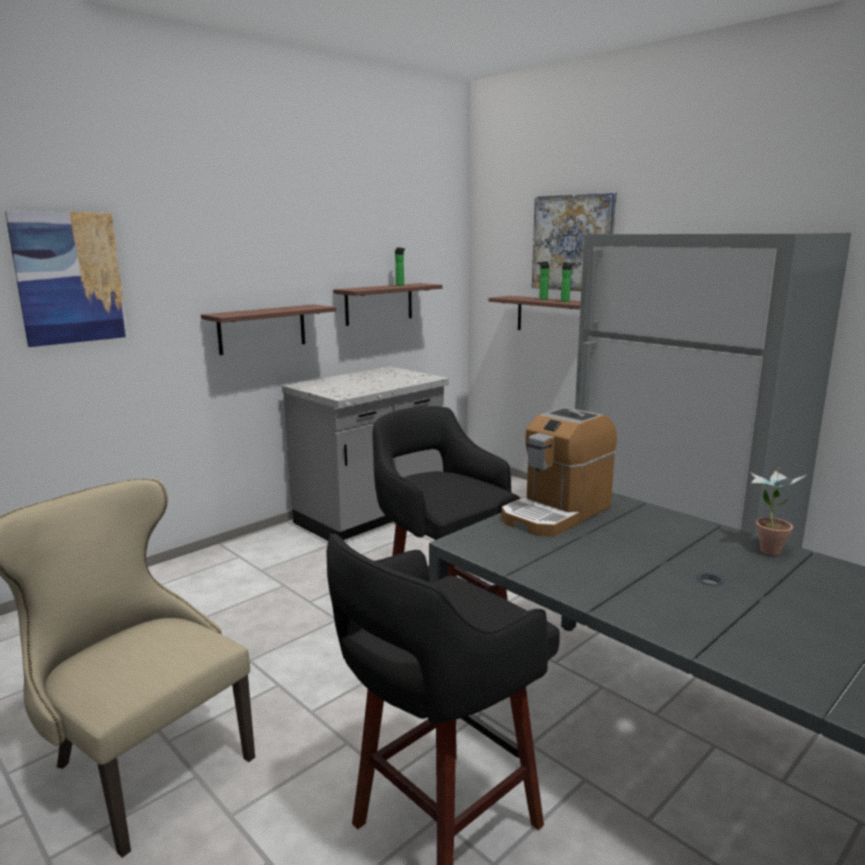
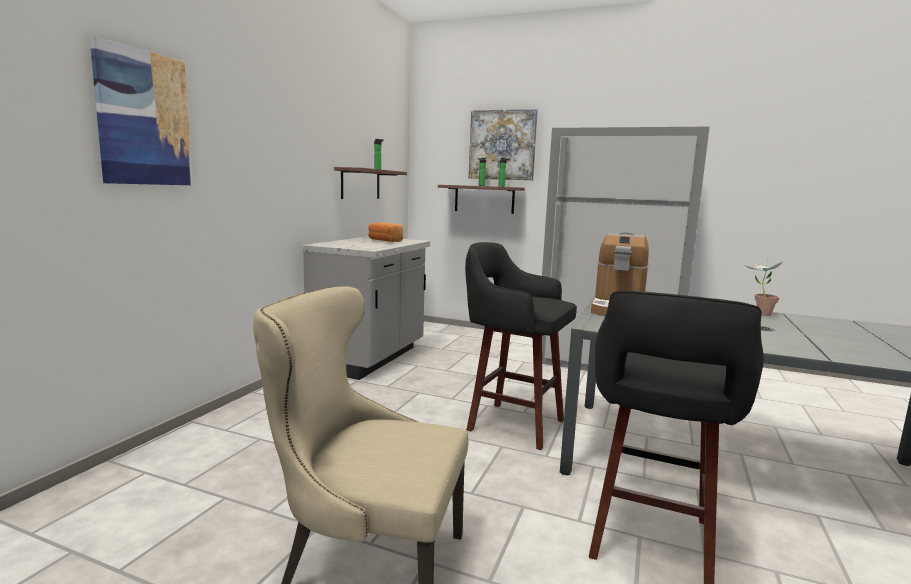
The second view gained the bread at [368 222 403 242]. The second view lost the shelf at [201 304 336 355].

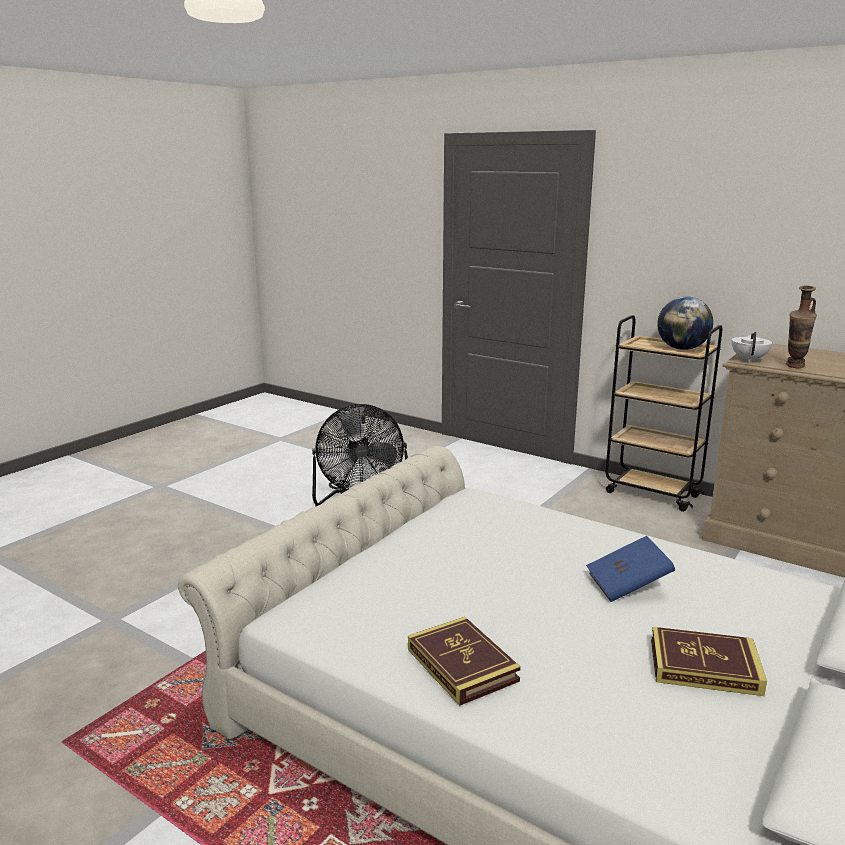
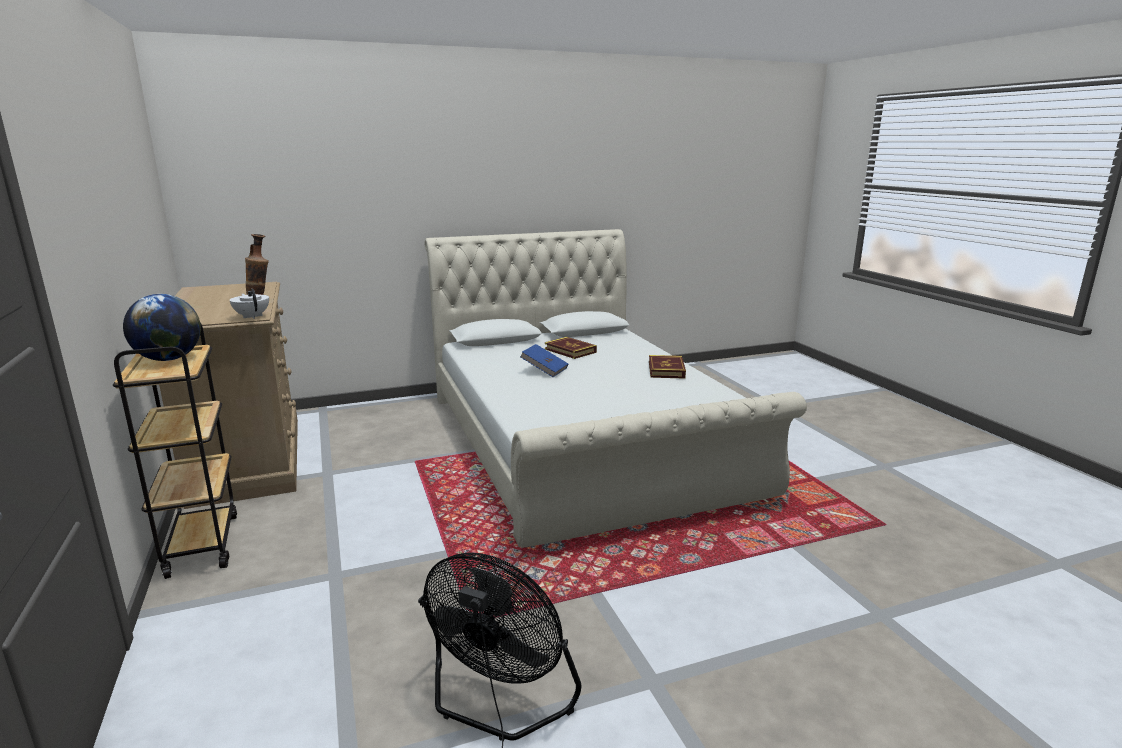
The white teapot at [732 332 772 362] ended up facing another way, 90 degrees clockwise from before.

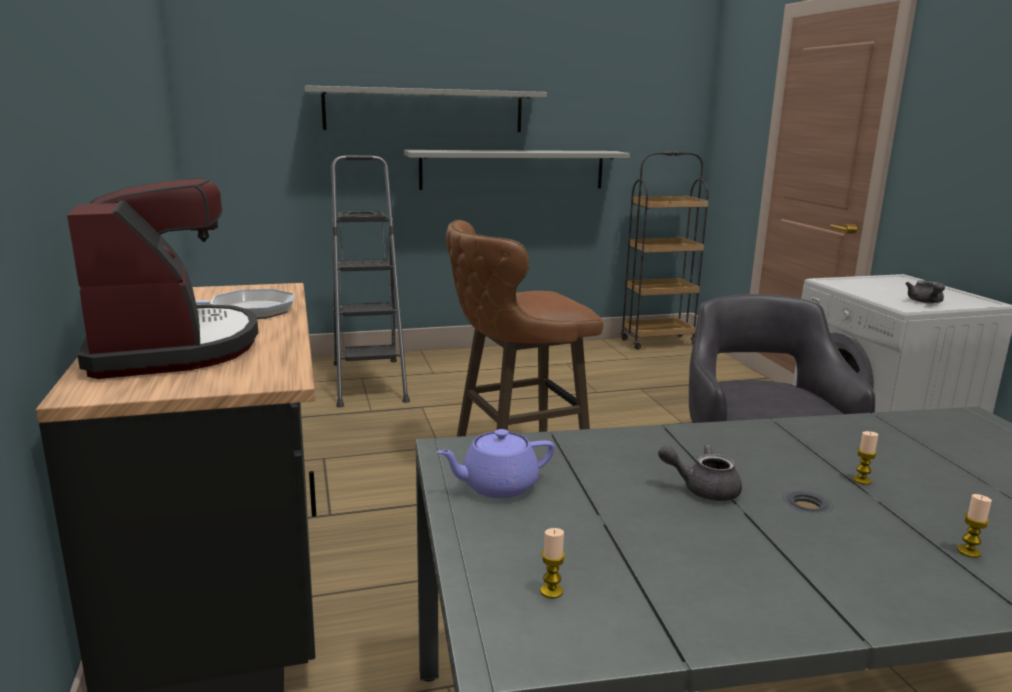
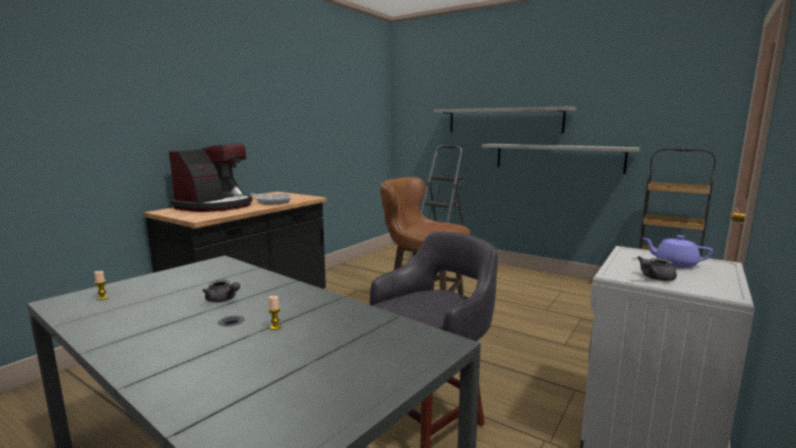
The grey teapot at [658 445 742 501] ended up facing another way, 150 degrees clockwise from before. The purple teapot ended up elsewhere, having gone from [437 429 555 498] to [643 235 713 268]. The second view lost the candle at [957 494 992 558].

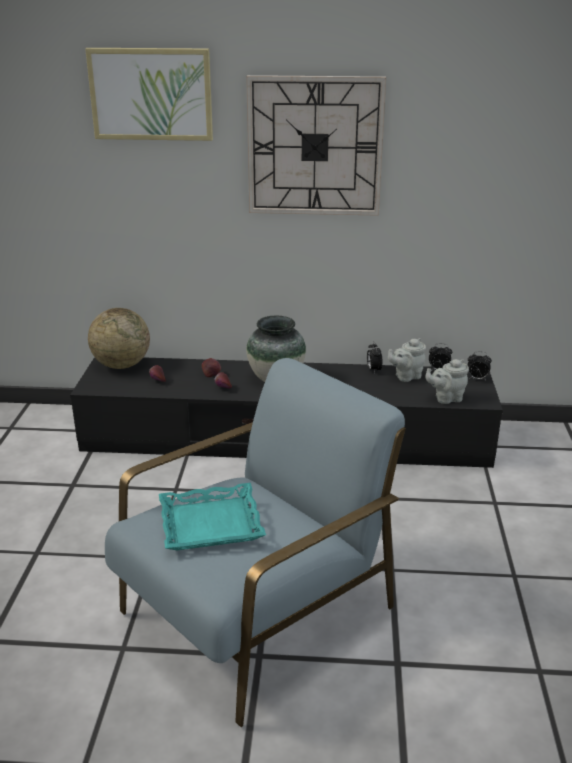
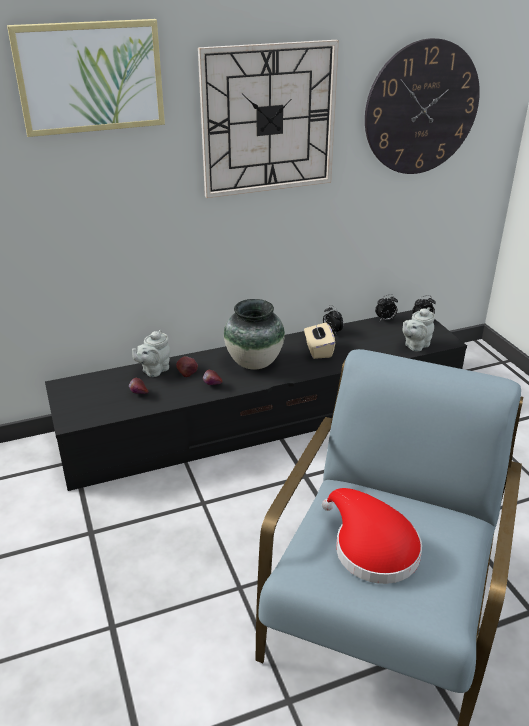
The grey teapot ended up elsewhere, having gone from [388 338 426 382] to [132 330 170 377]. The second view gained the beige tissue box at [304 322 335 359]. Where the turquoise tray stood at [159 483 266 550], the red hat came to stand at [322 488 422 584]. The second view gained the wall clock at [365 38 480 174]. The second view lost the globe at [88 308 150 369].

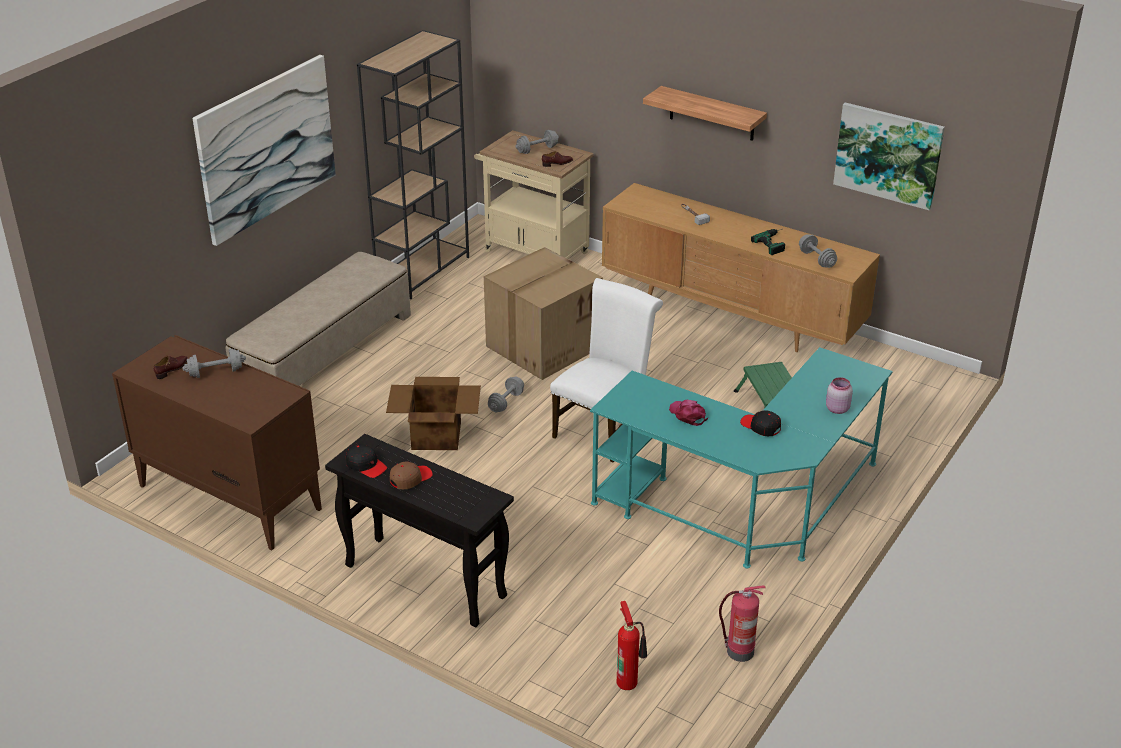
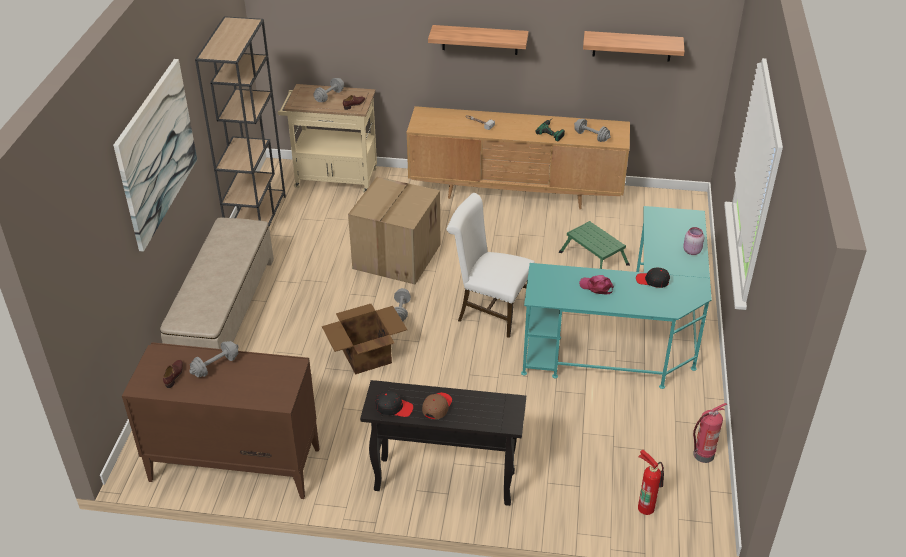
The white chair at [550 278 663 462] ended up facing another way, 75 degrees counterclockwise from before. Where the picture hung at [833 102 945 210], the shelf came to hang at [583 31 685 62].

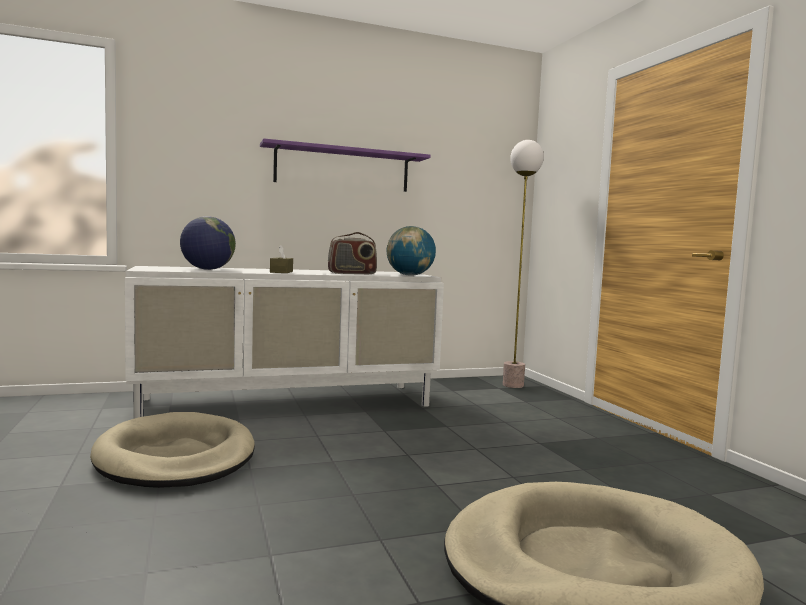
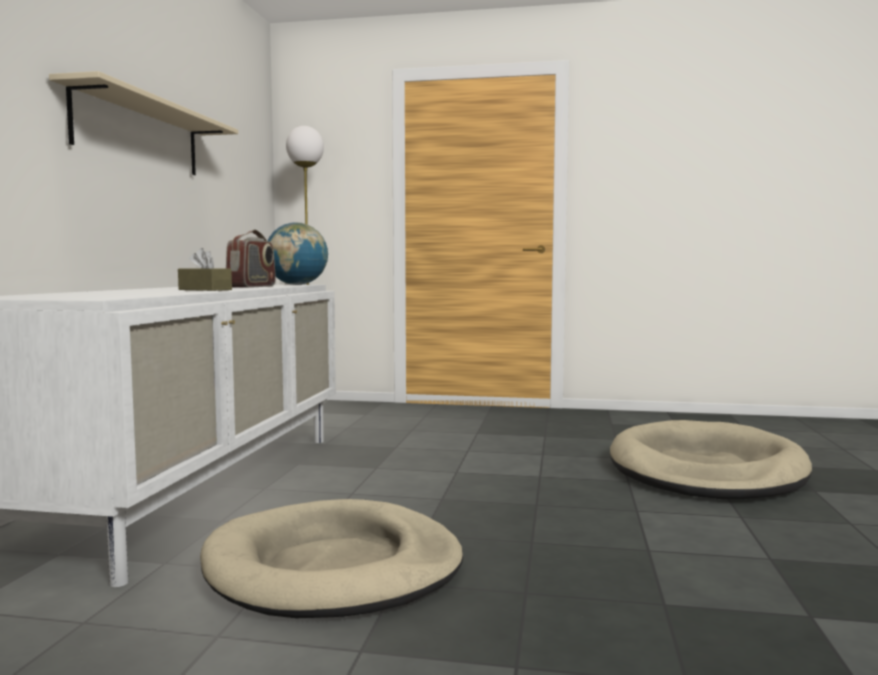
What was the purple shelf at [260 139 431 192] turned into the beige shelf at [49 71 238 175]. The second view lost the globe at [180 216 236 270].

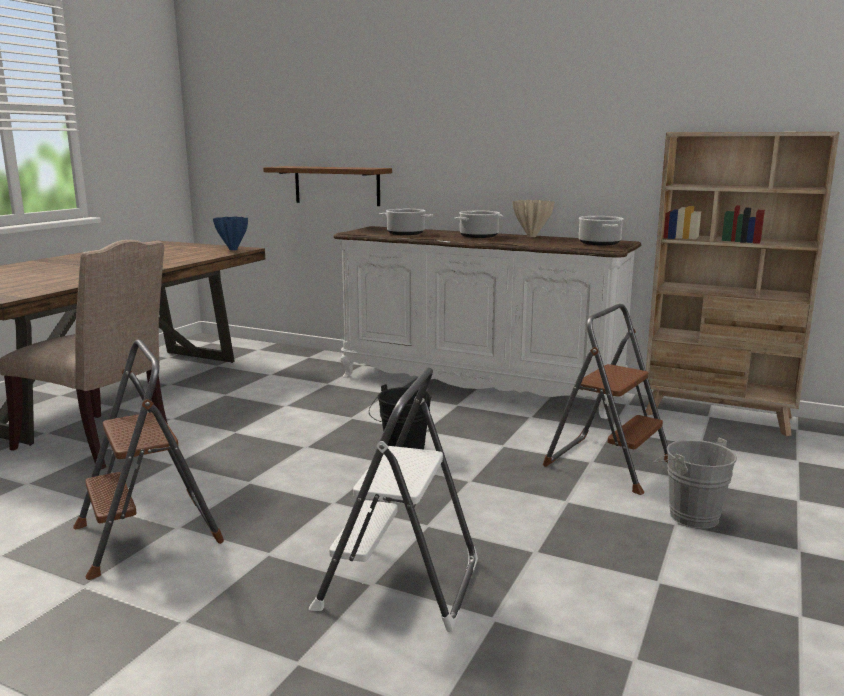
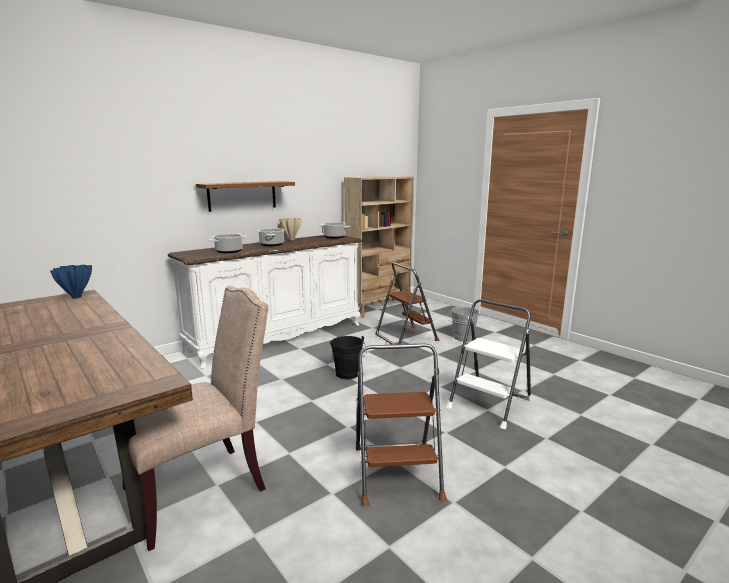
The brown shelf ended up elsewhere, having gone from [263 166 392 206] to [196 181 295 212].

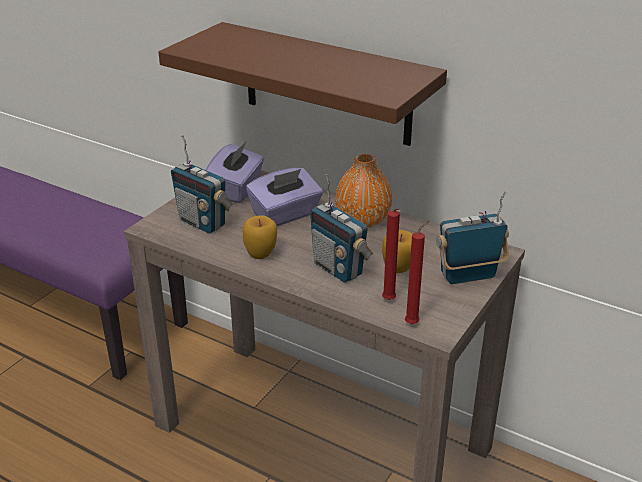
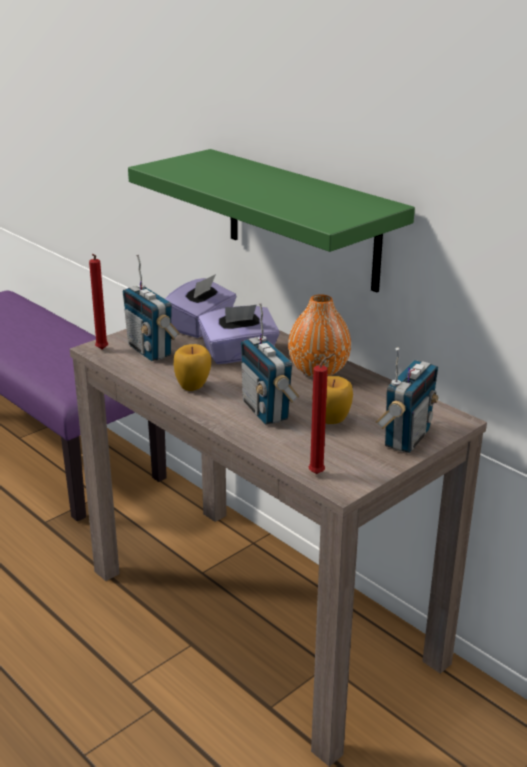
The red candle ended up elsewhere, having gone from [382 208 400 300] to [89 254 108 349]. What was the brown shelf at [158 22 447 146] turned into the green shelf at [128 149 415 293]. The radio at [436 191 509 284] ended up facing another way, 120 degrees clockwise from before.

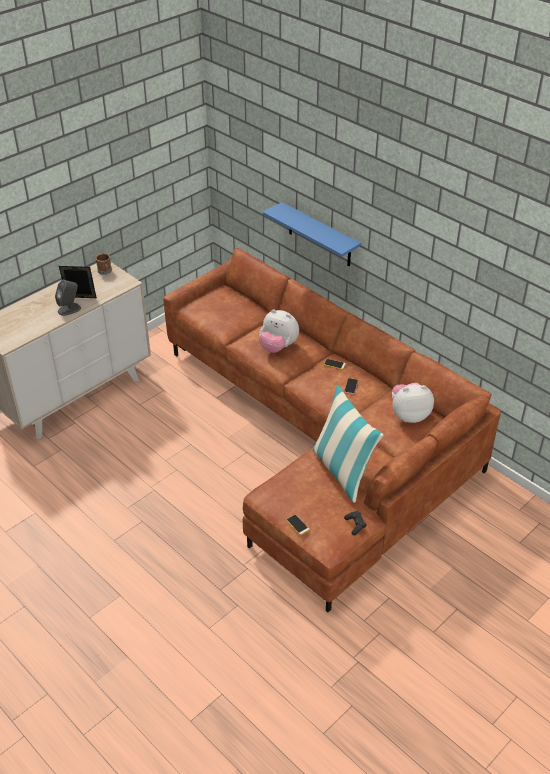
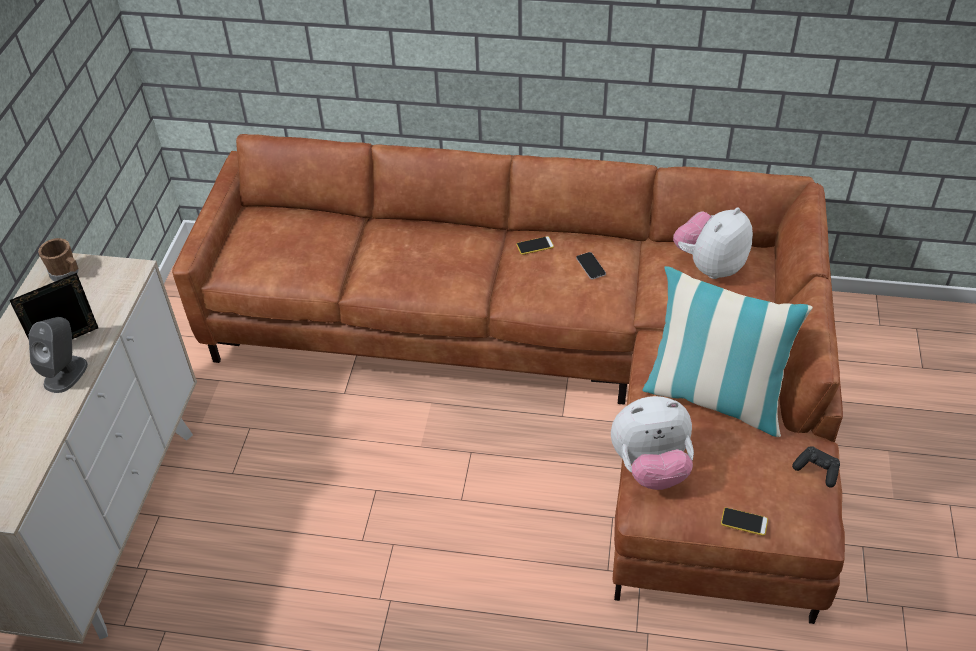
The plush toy ended up elsewhere, having gone from [259 309 299 353] to [611 396 694 490]. The second view lost the blue shelf at [263 202 361 266].

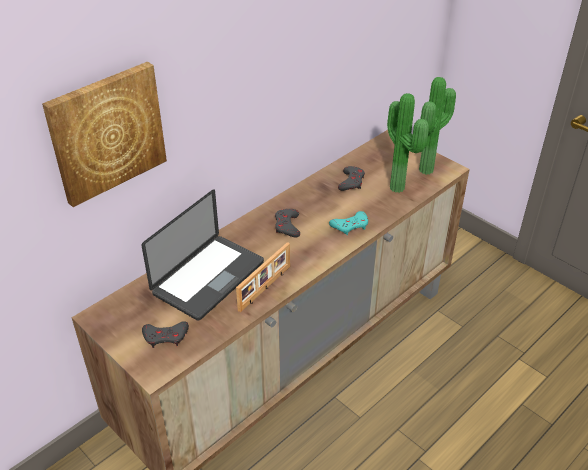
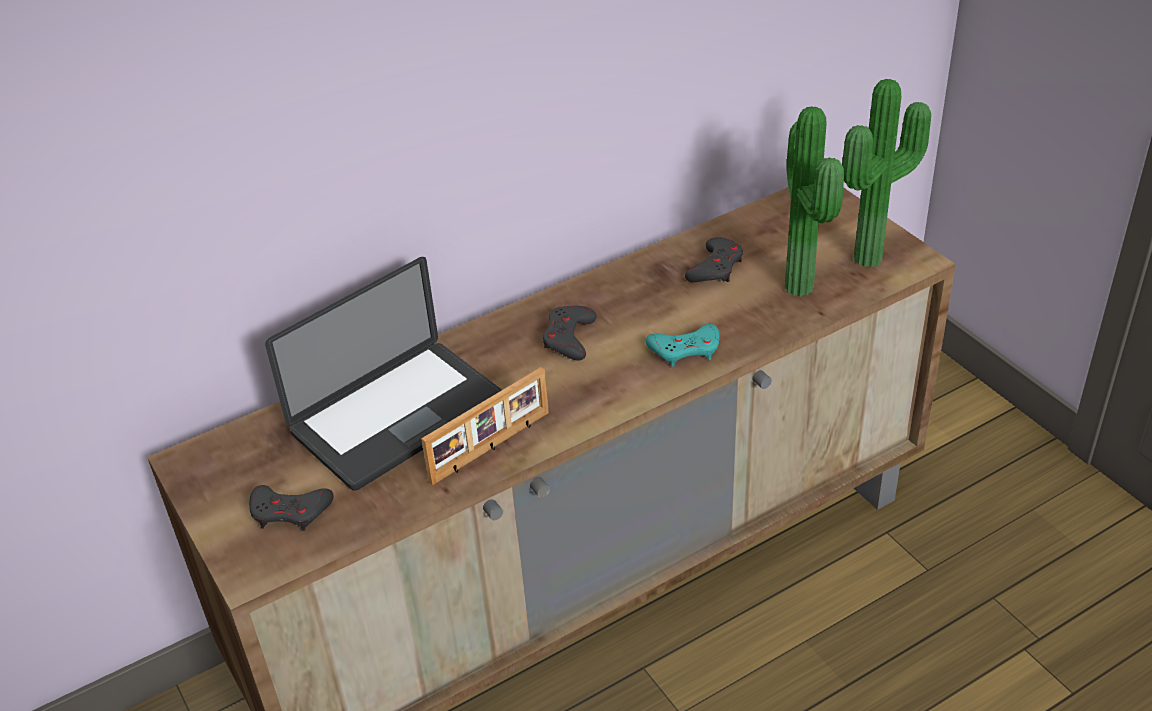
The second view lost the picture at [42 62 167 207].

